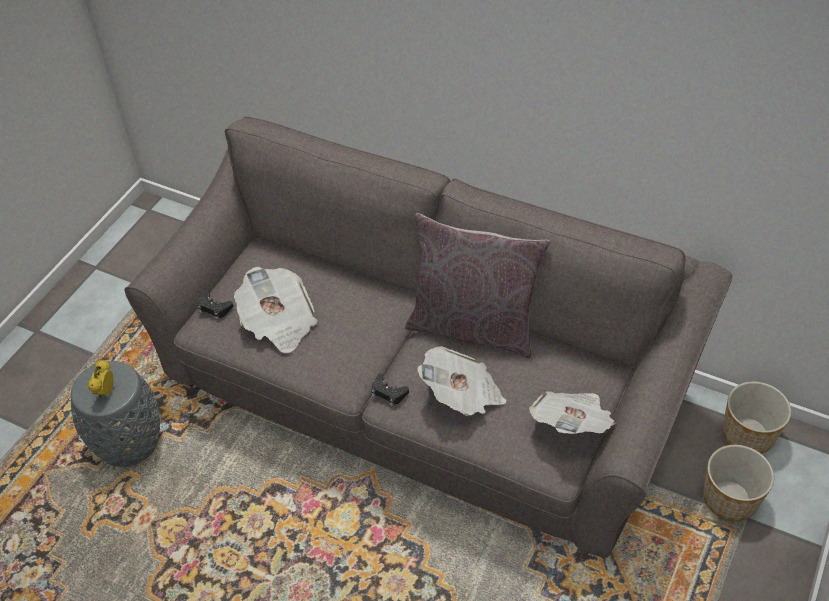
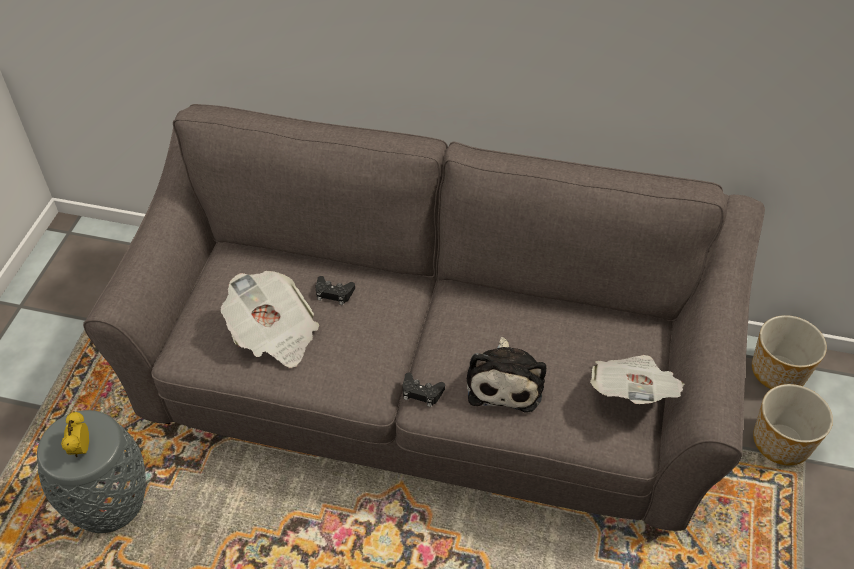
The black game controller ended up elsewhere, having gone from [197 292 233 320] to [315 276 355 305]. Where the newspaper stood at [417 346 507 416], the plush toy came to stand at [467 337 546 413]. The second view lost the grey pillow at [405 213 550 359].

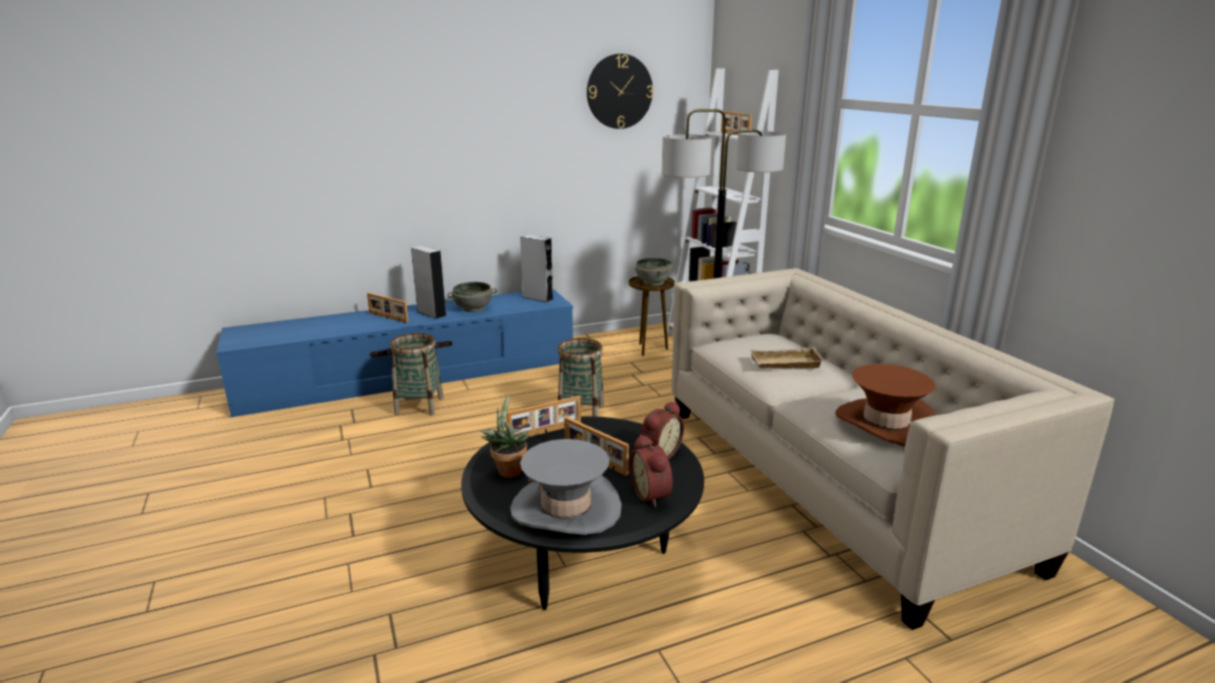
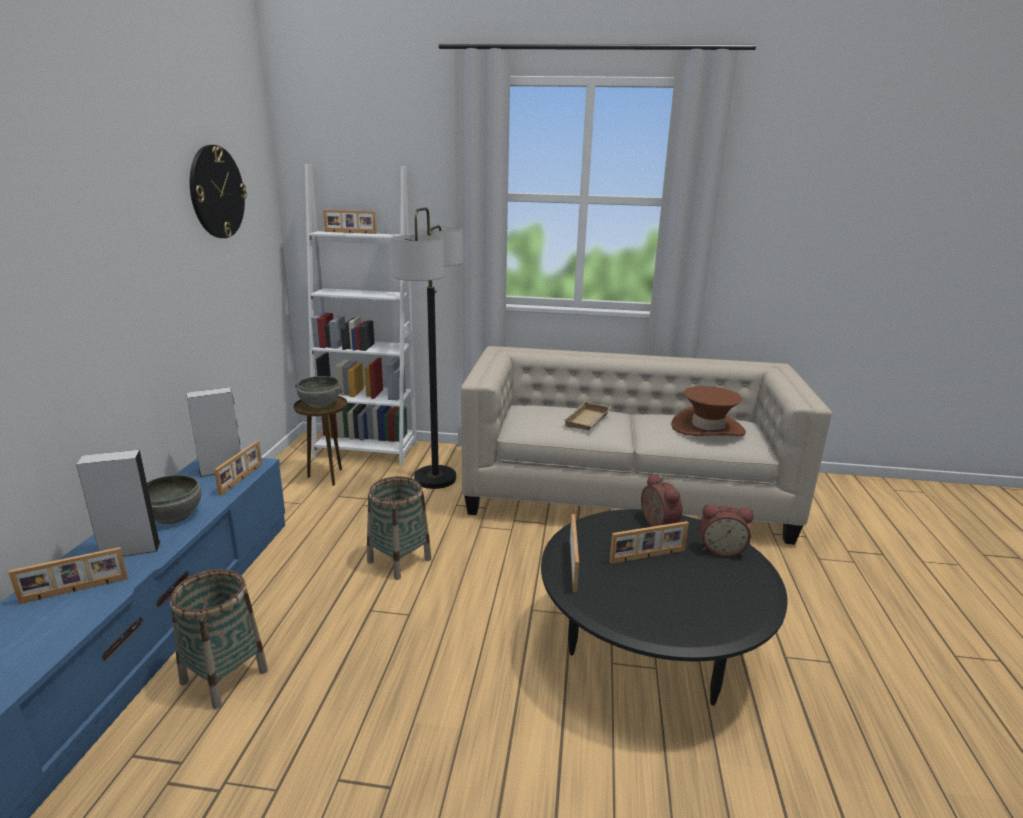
The second view gained the picture frame at [214 441 262 495]. The second view lost the potted plant at [481 394 530 478]. The second view lost the grey hat at [510 439 622 535].

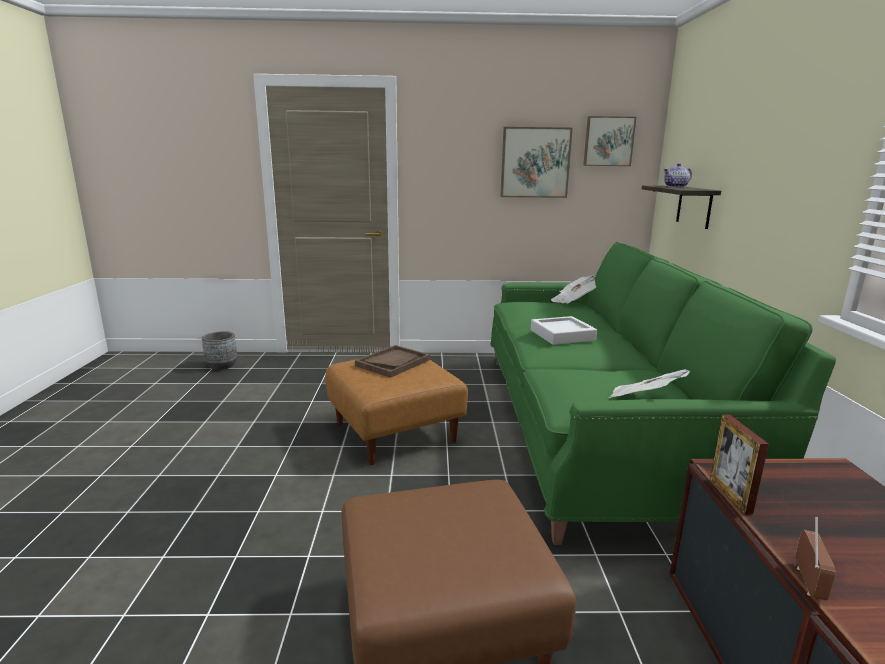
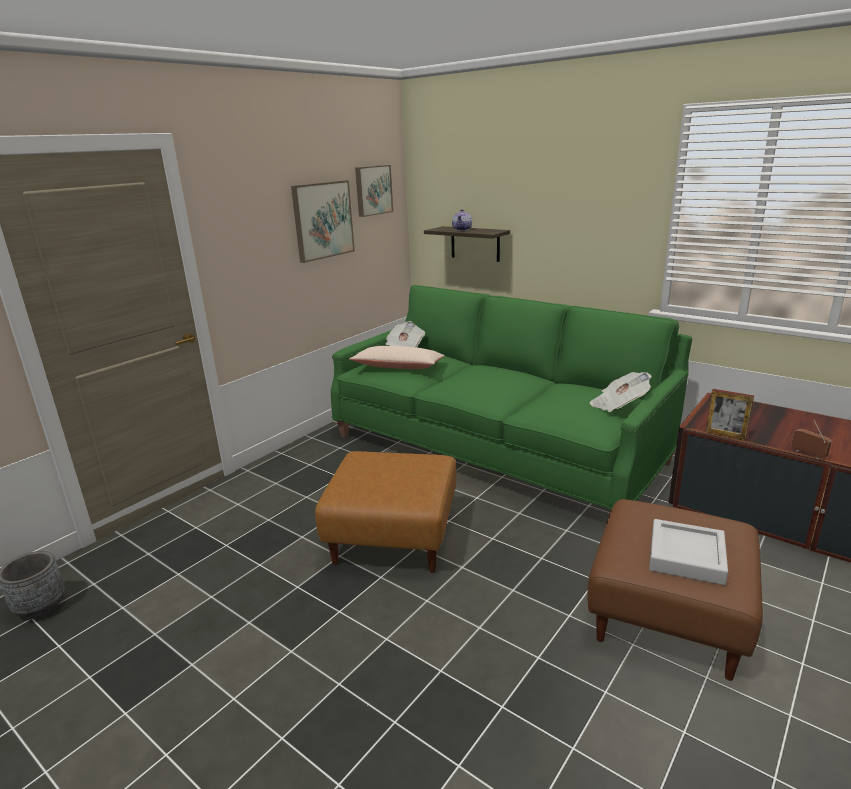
The second view gained the beige pillow at [349 346 445 369]. The grey tray ended up elsewhere, having gone from [531 316 597 345] to [649 519 728 585]. The second view lost the brown tray at [355 345 430 378].

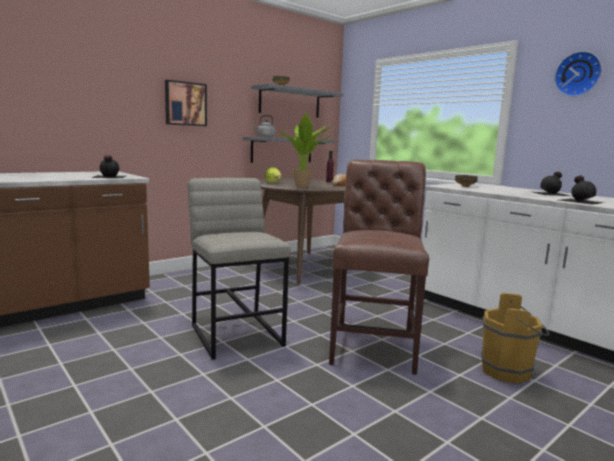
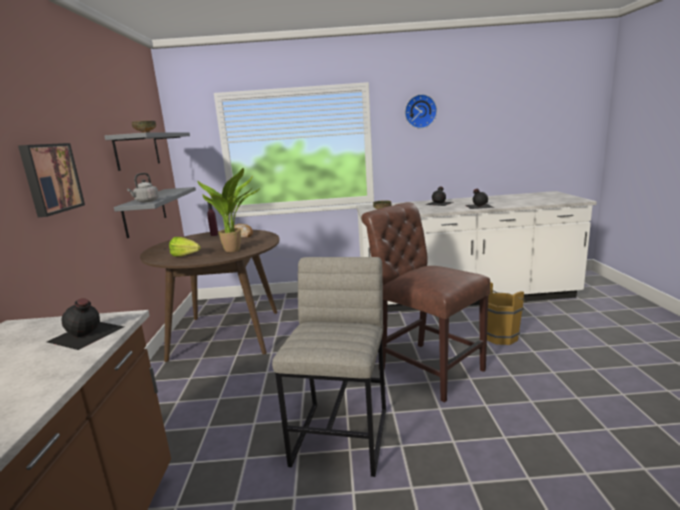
The grey chair at [188 178 291 360] ended up facing another way, 90 degrees clockwise from before.

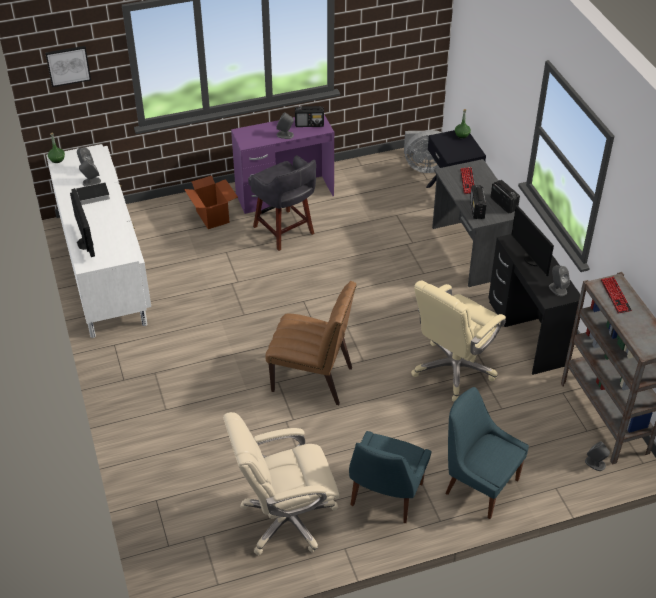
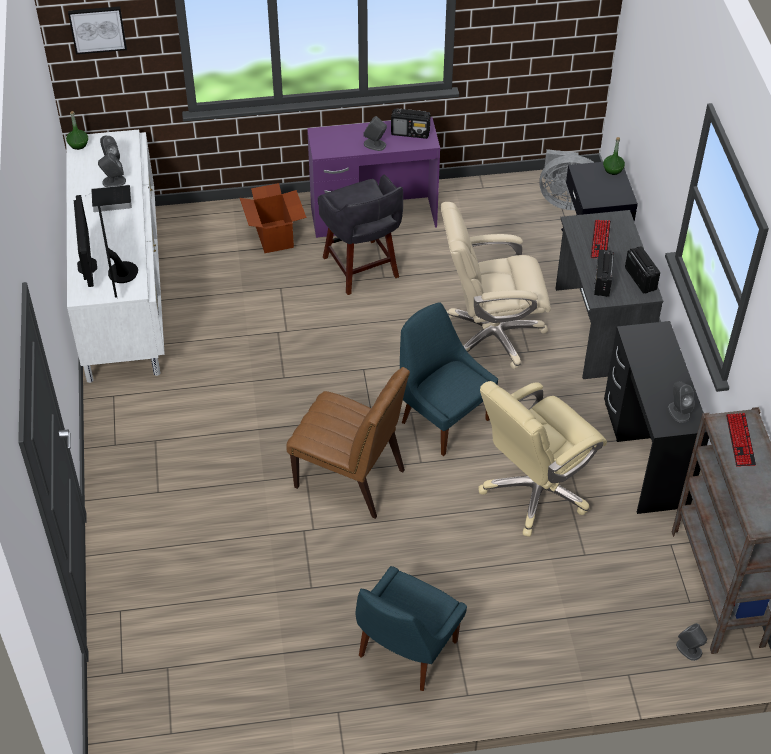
The monitor ended up elsewhere, having gone from [511 205 554 276] to [97 203 138 298]. The blue chair ended up elsewhere, having gone from [445 387 529 519] to [400 302 498 456]. The beige office chair ended up elsewhere, having gone from [223 412 339 555] to [440 202 551 369].

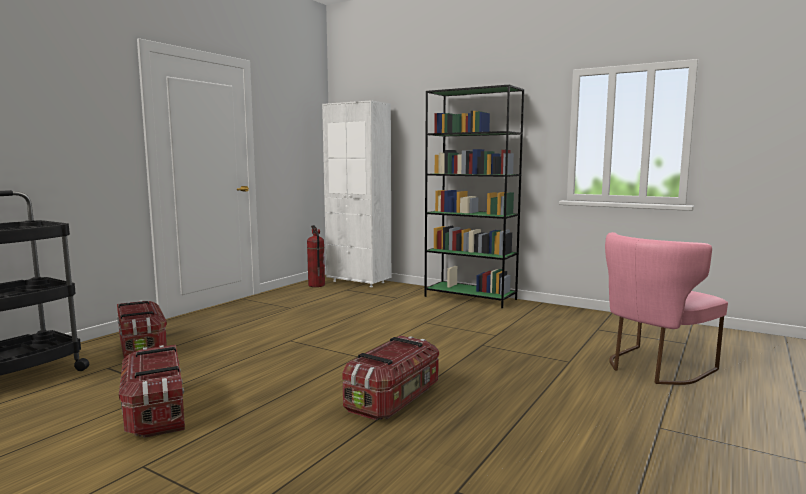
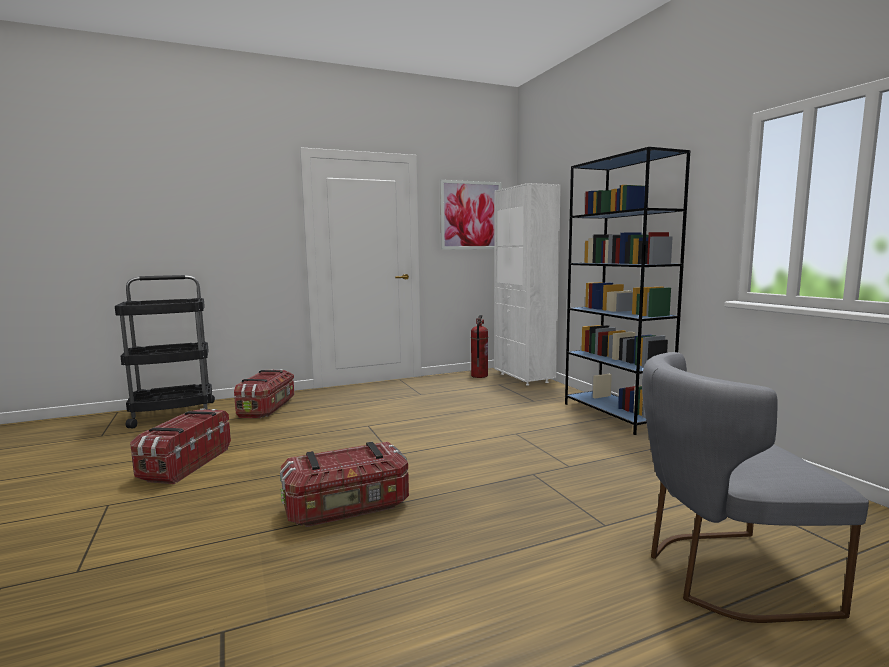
The second view gained the picture at [440 180 502 250]. What was the green bookcase at [424 85 524 308] turned into the blue bookcase at [565 147 690 435]. What was the pink chair at [605 232 728 385] turned into the grey chair at [642 352 869 623].

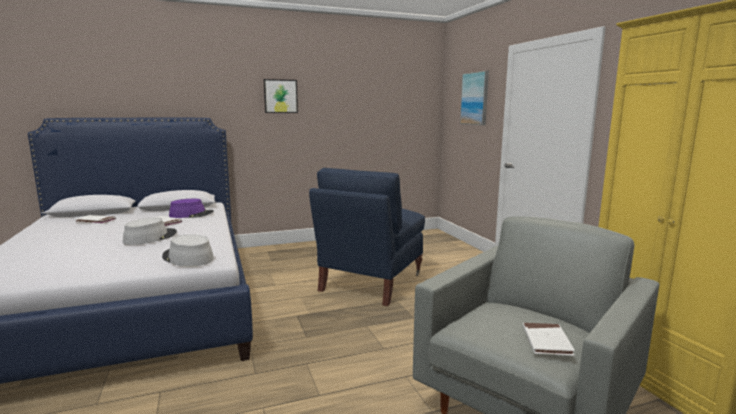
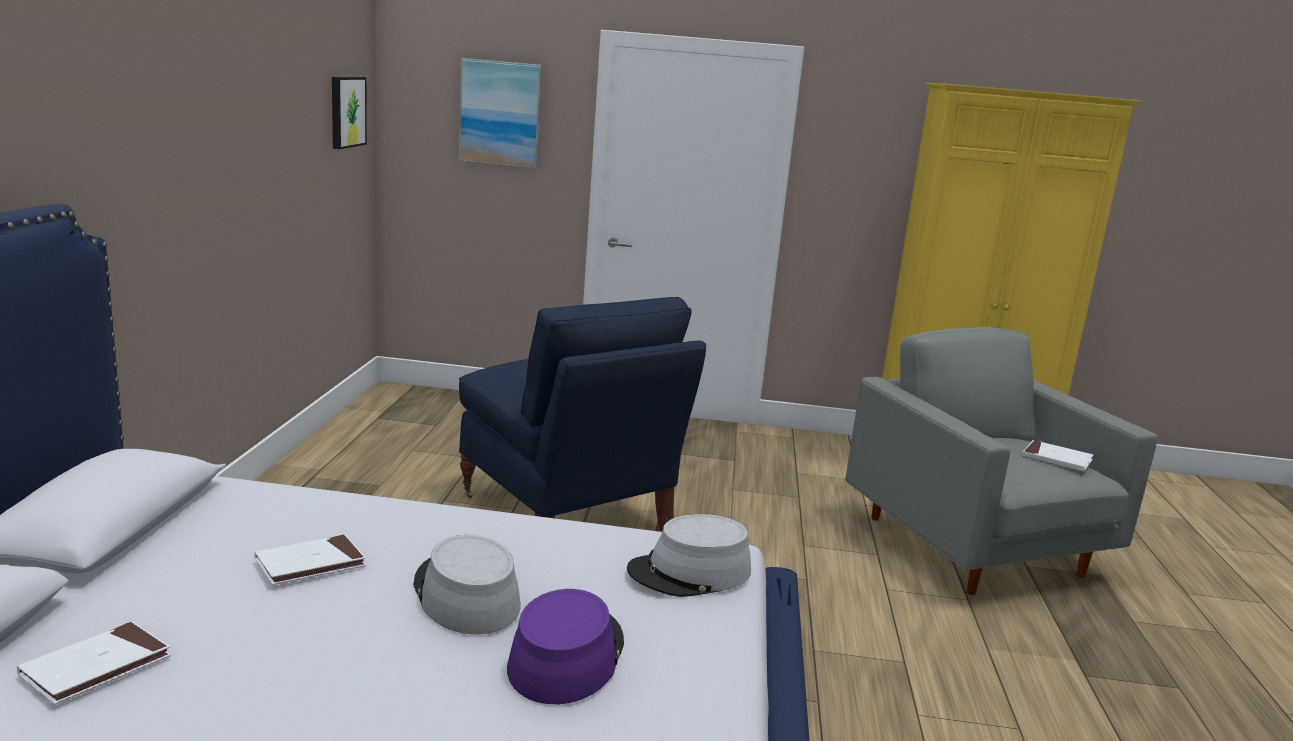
The picture ended up elsewhere, having gone from [264 79 298 113] to [332 77 367 149]. The purple hat ended up elsewhere, having gone from [169 199 214 218] to [507 589 624 704].

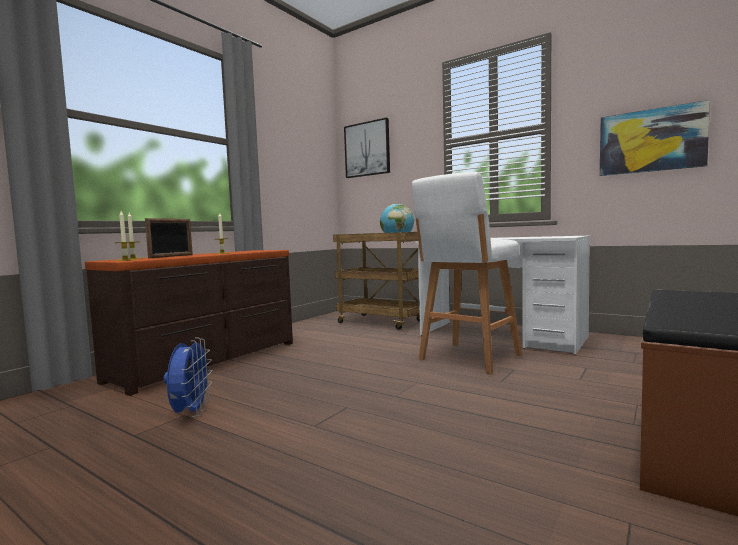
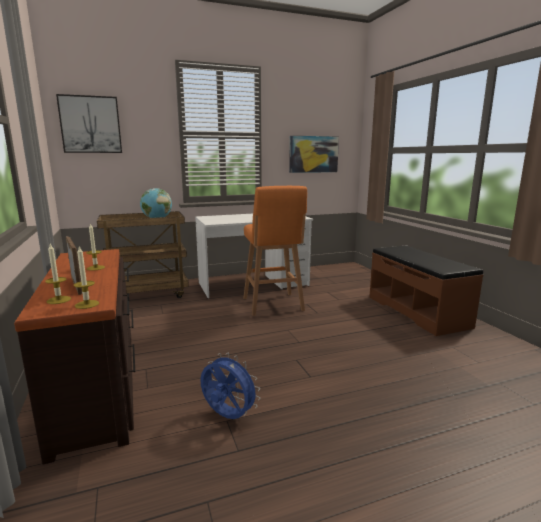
What was the white stool at [412 172 522 374] turned into the orange stool at [243 186 307 316].

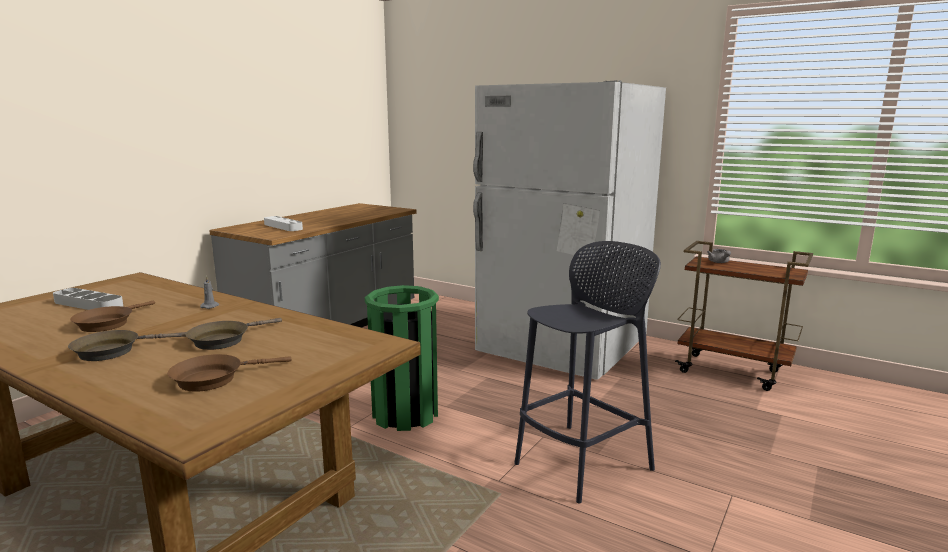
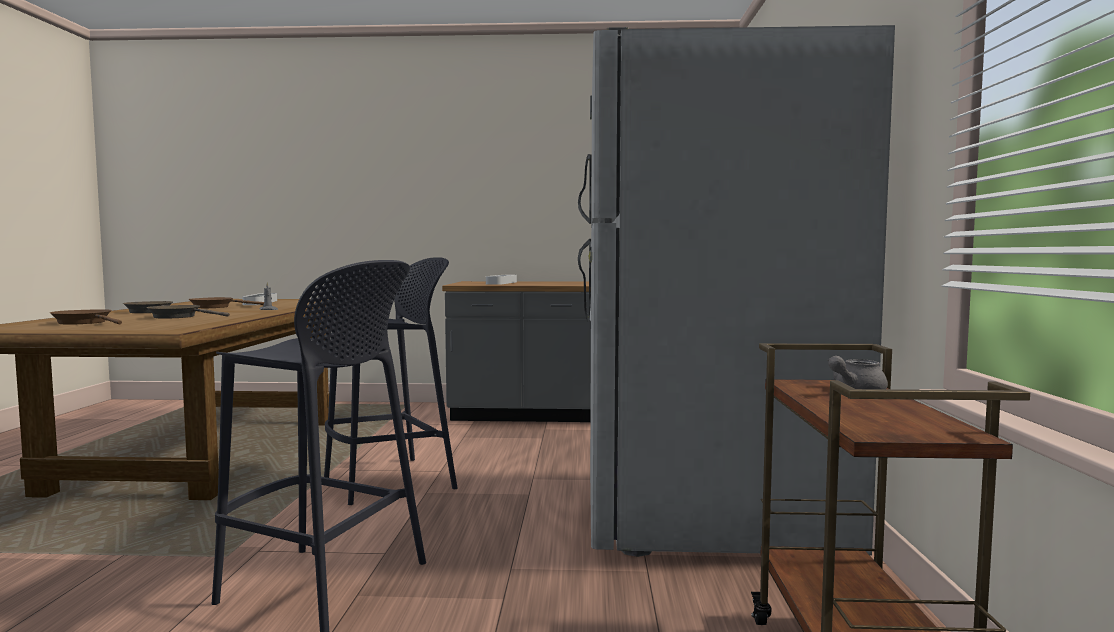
Where the green trash can stood at [365 285 439 431], the grey stool came to stand at [324 257 458 505].

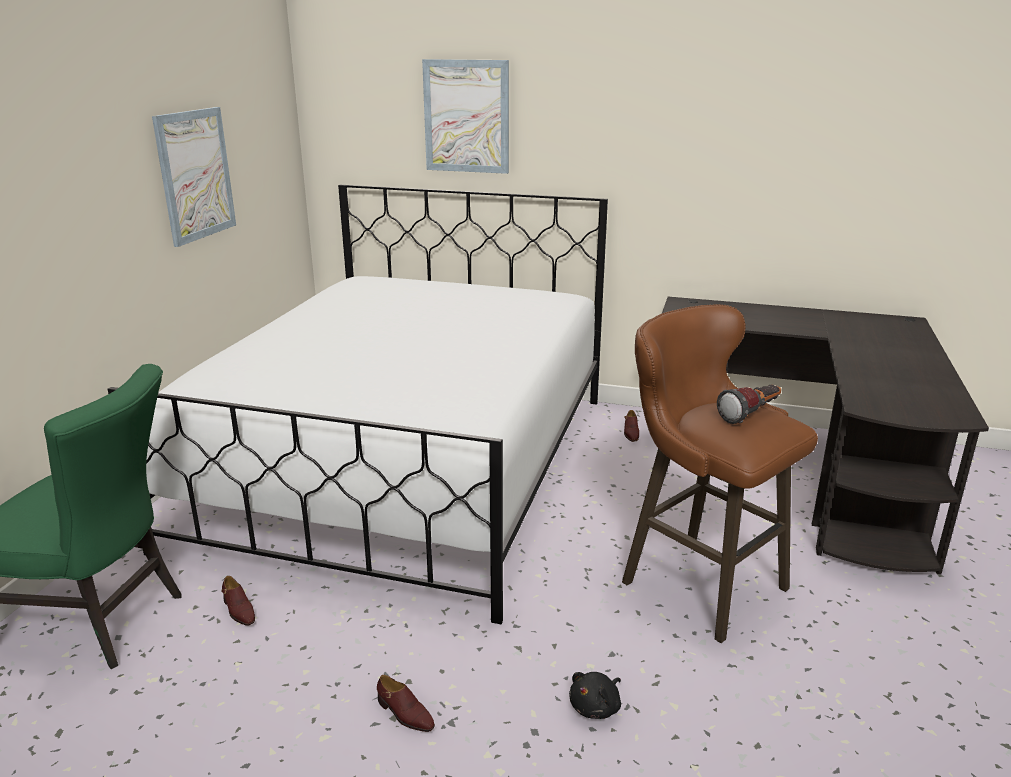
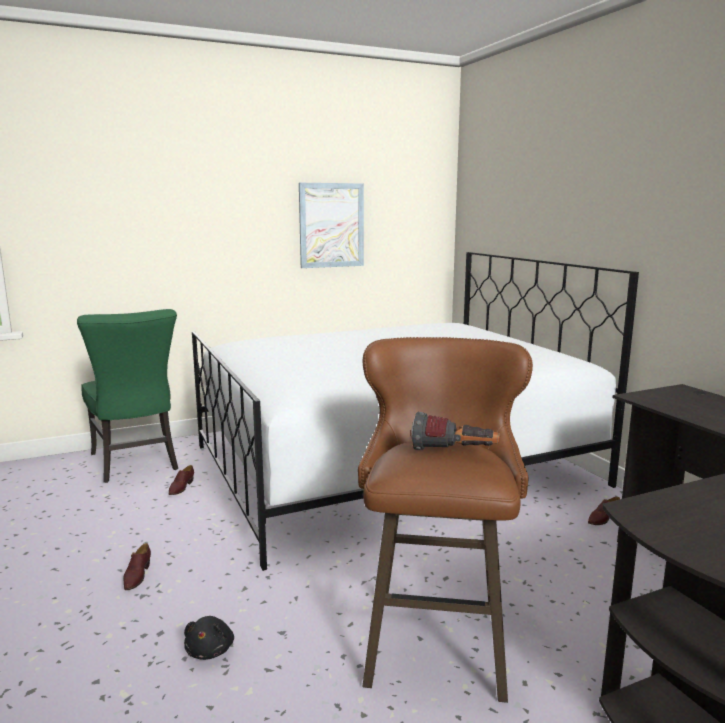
The black plush toy at [569 672 621 719] ended up facing another way, 90 degrees counterclockwise from before. The second view lost the picture at [422 59 509 174].

